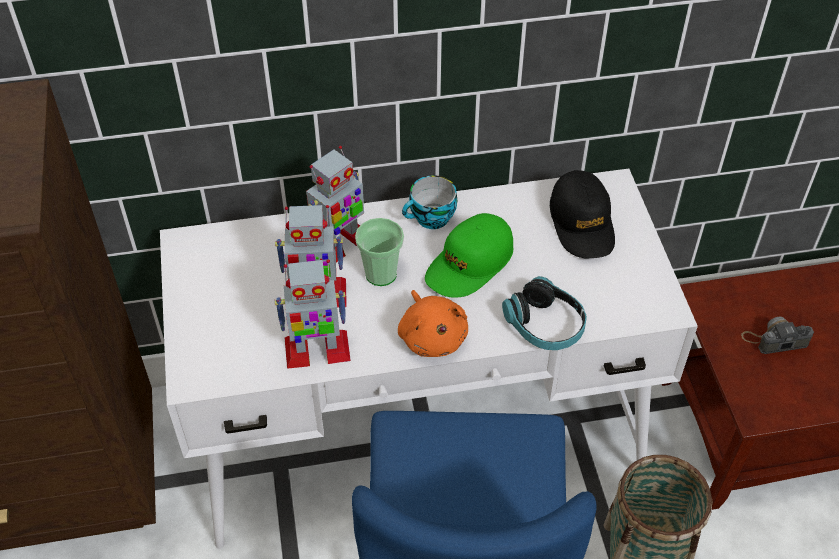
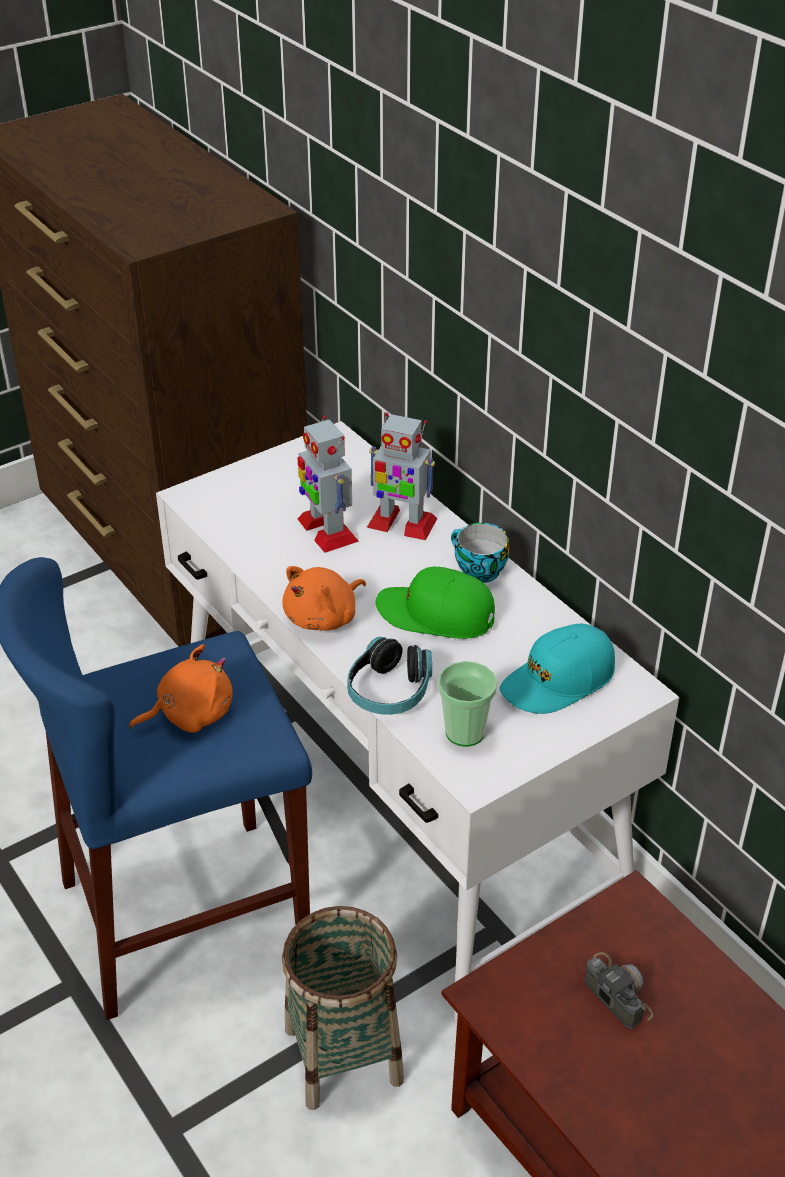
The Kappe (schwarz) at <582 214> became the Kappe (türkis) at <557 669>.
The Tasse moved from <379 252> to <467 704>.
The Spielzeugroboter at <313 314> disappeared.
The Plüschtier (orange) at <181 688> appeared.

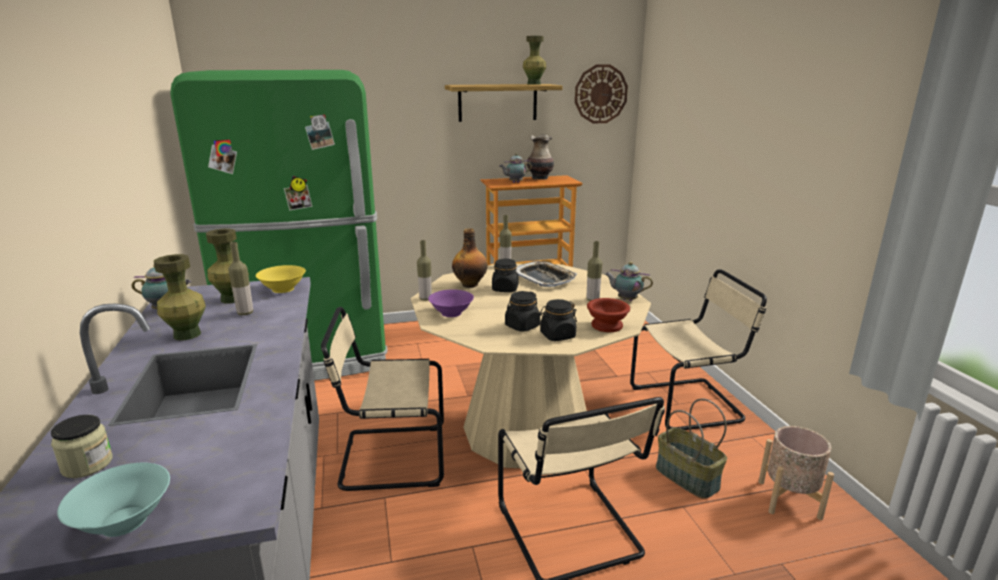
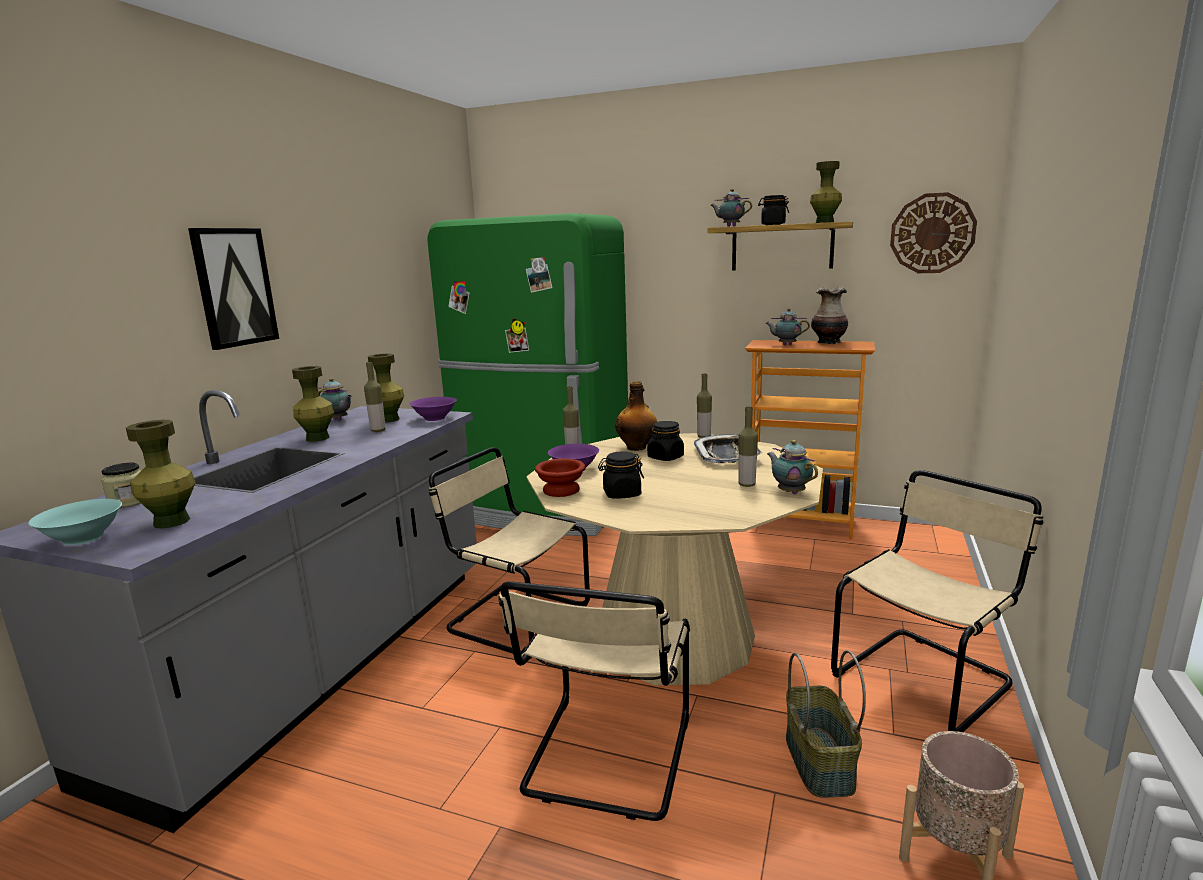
The Schüssel (gelb) at <281 279> became the Schüssel (lila) at <433 409>.
The Stuhl (beige) at <698 349> turned 60 degrees counterclockwise.
The Schüssel (braun) moved from <608 315> to <560 477>.
The Vorratsglas (schwarz) moved from <558 320> to <773 210>.
The Teekanne at <731 208> appeared.
The Bild at <233 289> appeared.
The Vase (grün) at <161 474> appeared.

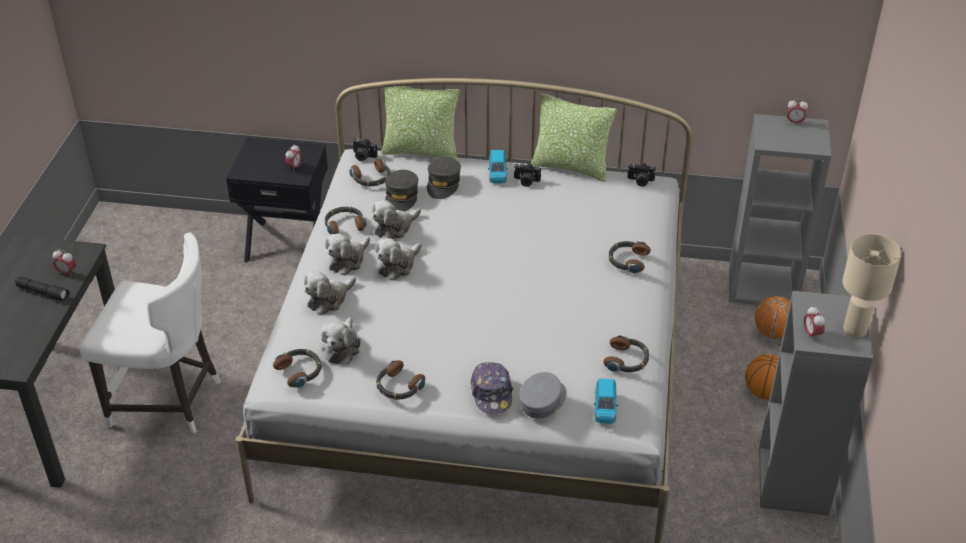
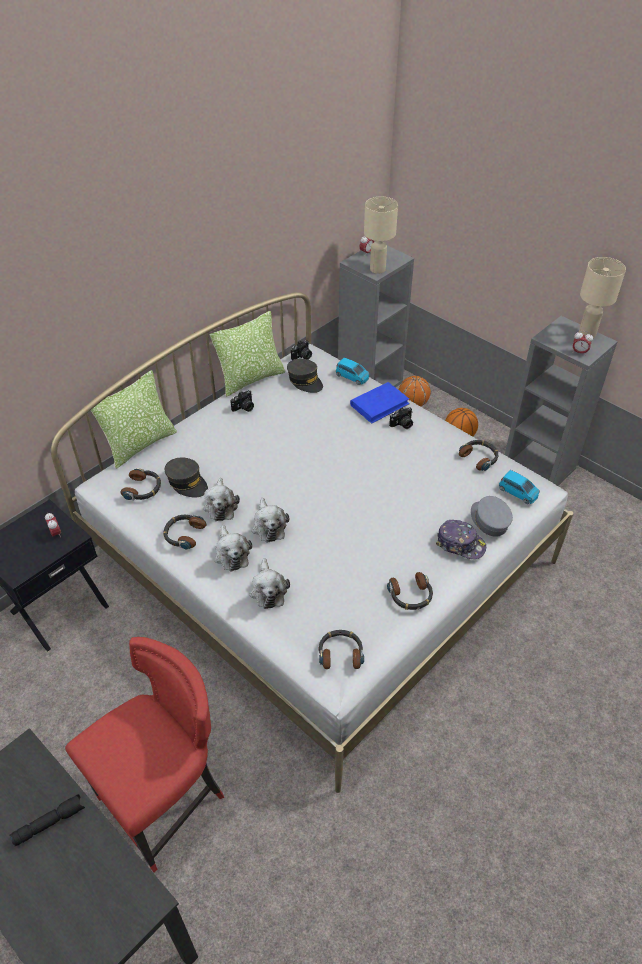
The Kamera moved from <365 149> to <401 418>.
The Spielzeugauto (blau) moved from <498 166> to <353 371>.
The Kappe (grau) moved from <444 178> to <305 376>.
The Stuhl (weiß) at <150 332> became the Stuhl (rot) at <144 754>.
The Kopfhörer at <630 257> was replaced by the Buch (blau) at <380 403>.
The Wecker at <64 263> disappeared.
The Plüschtier at <341 340> disappeared.
The Tischlampe (beige) at <381 235> appeared.

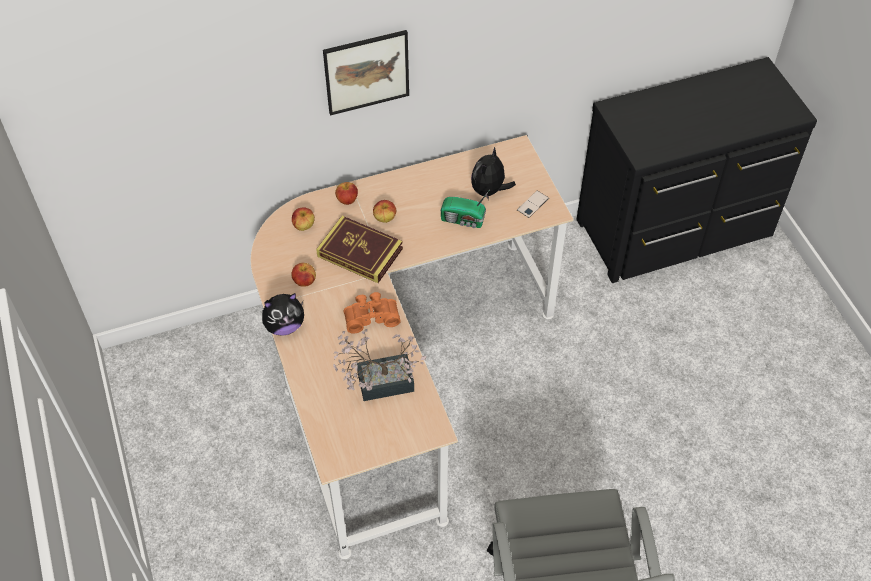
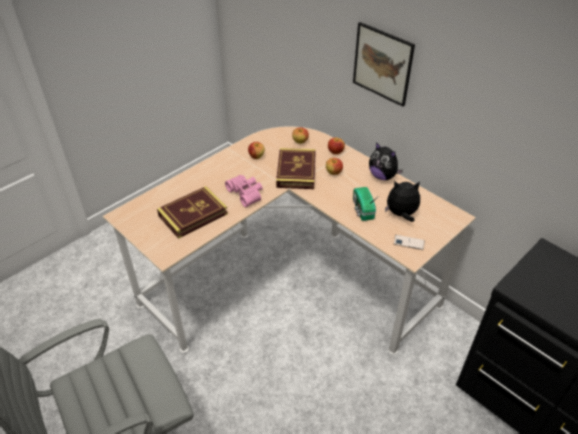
The Fernglas (orange) at <372 313> became the Fernglas (rosa) at <244 191>.
The Plüschtier moved from <283 314> to <386 161>.
The Topfpflanze at <379 365> was replaced by the Buch at <192 212>.

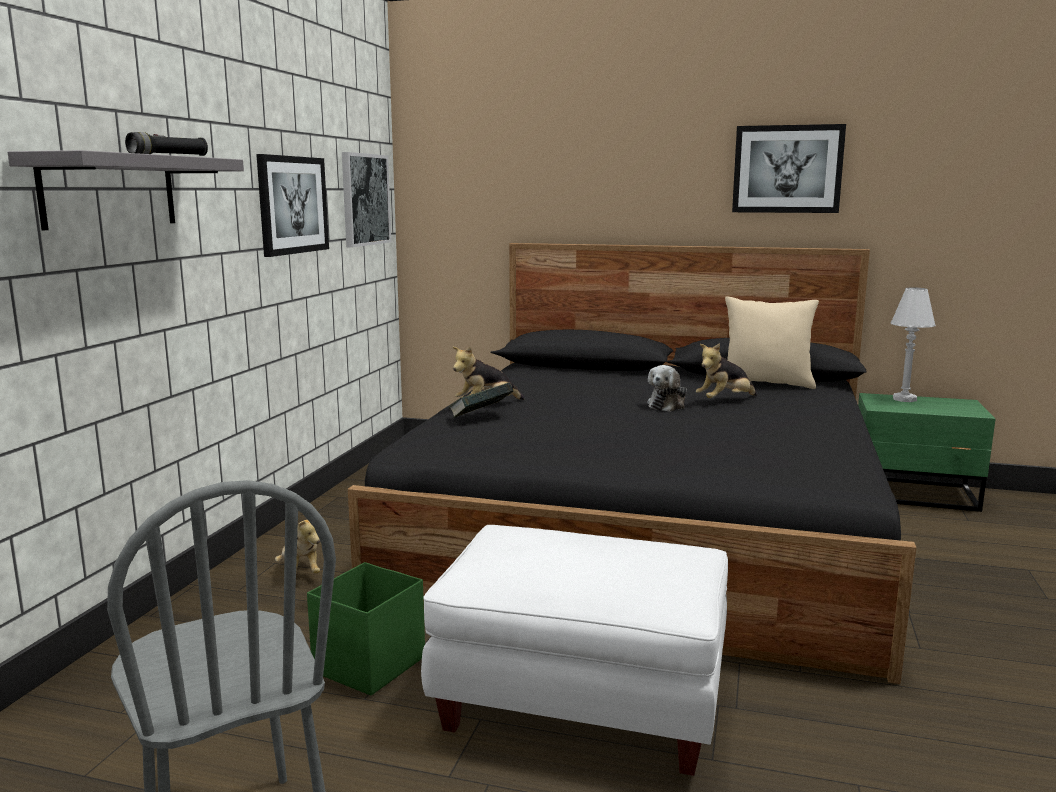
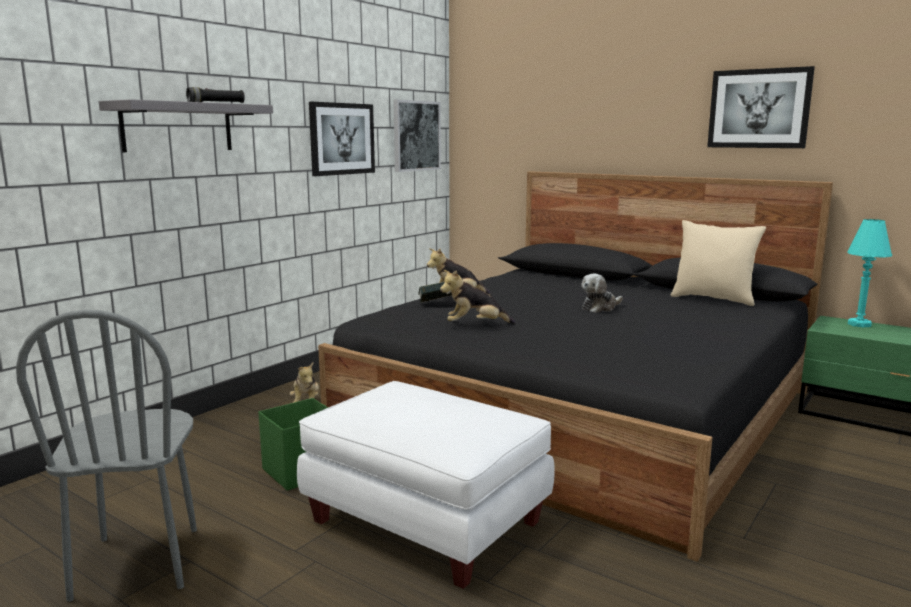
The Tischlampe (weiß) at <913 344> became the Tischlampe (türkis) at <869 273>.
The Plüschtier moved from <726 370> to <477 297>.

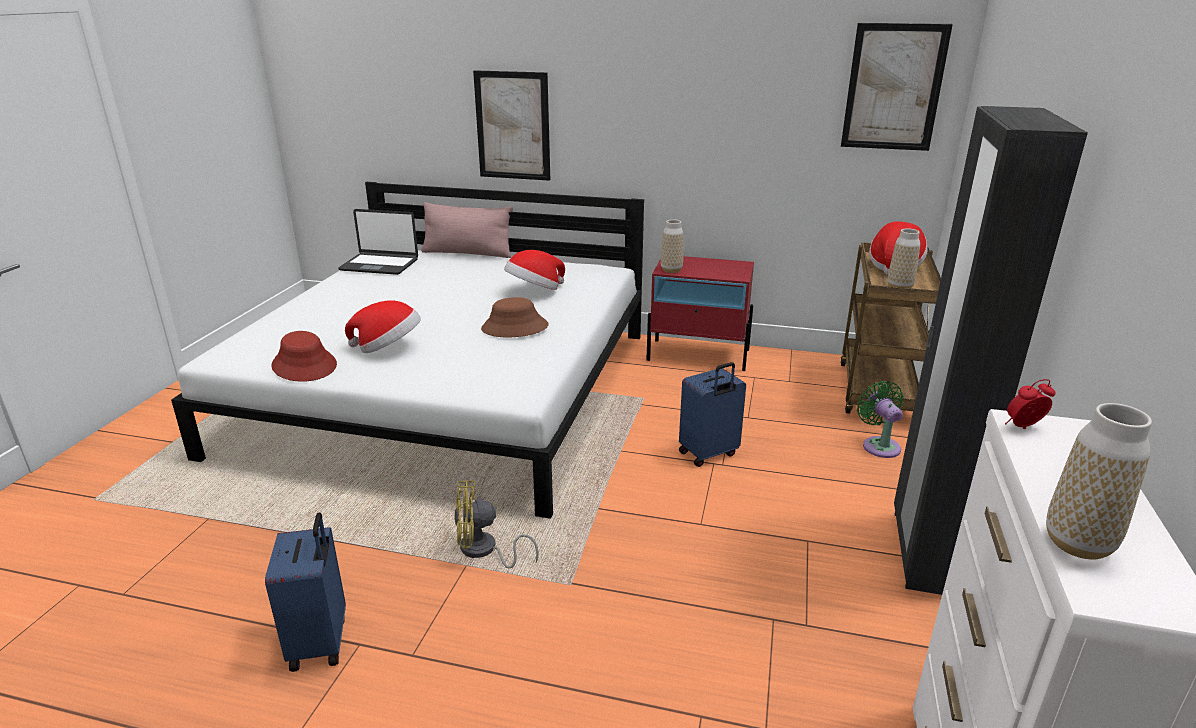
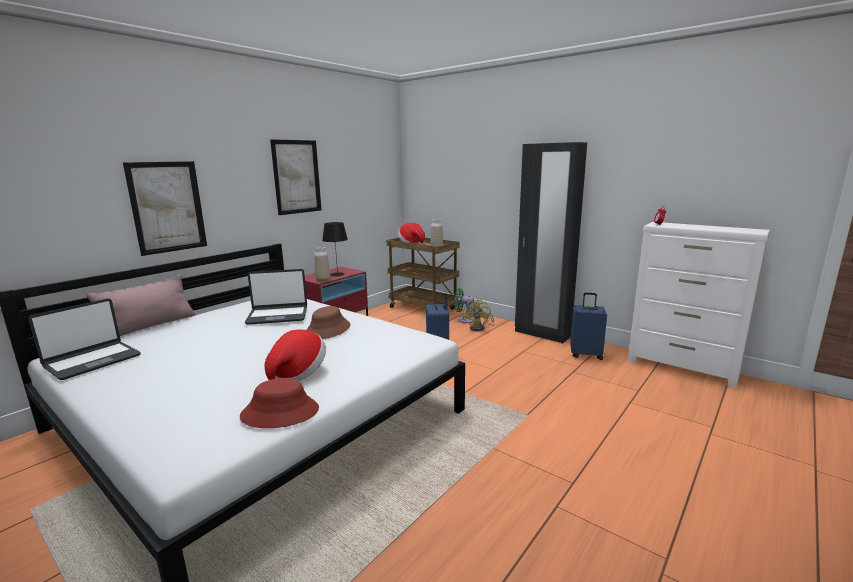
The Bild moved from <897 87> to <296 177>.
The Hut at <534 270> was replaced by the Laptop at <276 297>.
The Vase at <1099 481> disappeared.
The Ventilator (gelb) moved from <496 524> to <478 315>.
The Koffer (blau) moved from <305 592> to <588 326>.
The Tischlampe (schwarz) at <335 249> appeared.

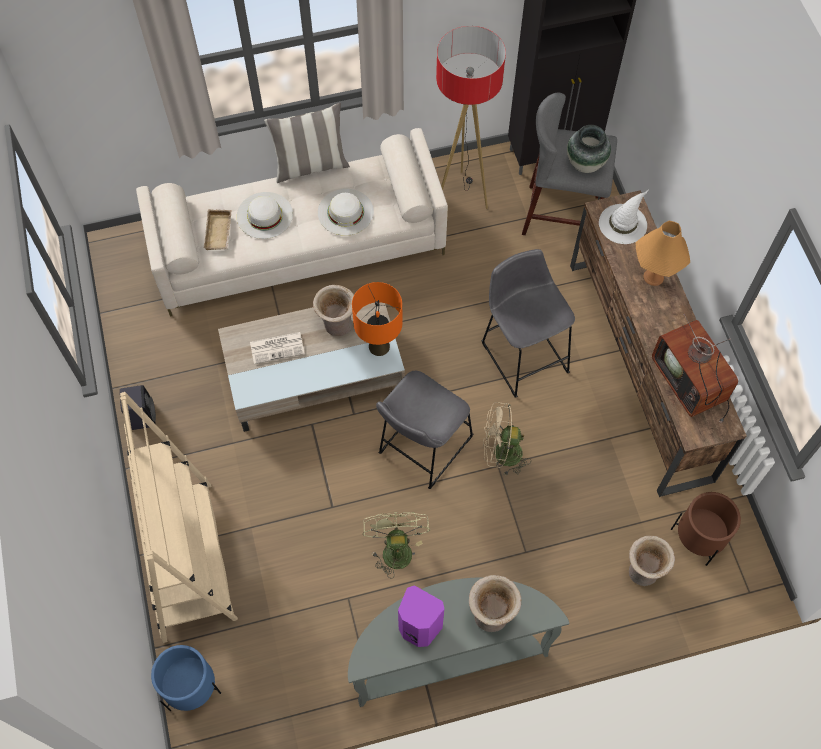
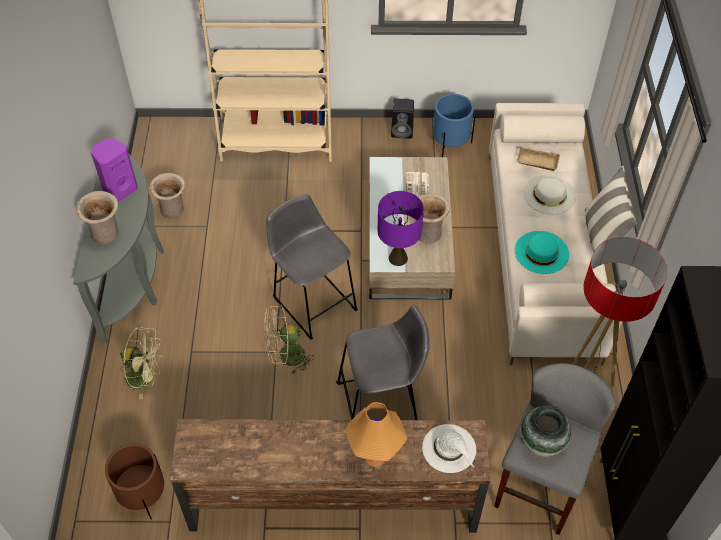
The Hut (weiß) at <346 212> became the Hut (türkis) at <542 252>.
The Tischlampe (orange) at <377 319> became the Tischlampe (lila) at <400 228>.
The Fernseher at <695 368> disappeared.
The Ventilator (beige) at <507 439> turned 120 degrees counterclockwise.
The Ventilator (grün) moved from <397 545> to <141 363>.
The Vase (beige) moved from <652 561> to <167 196>.
The Pflanzkübel (blau) moved from <186 678> to <454 125>.

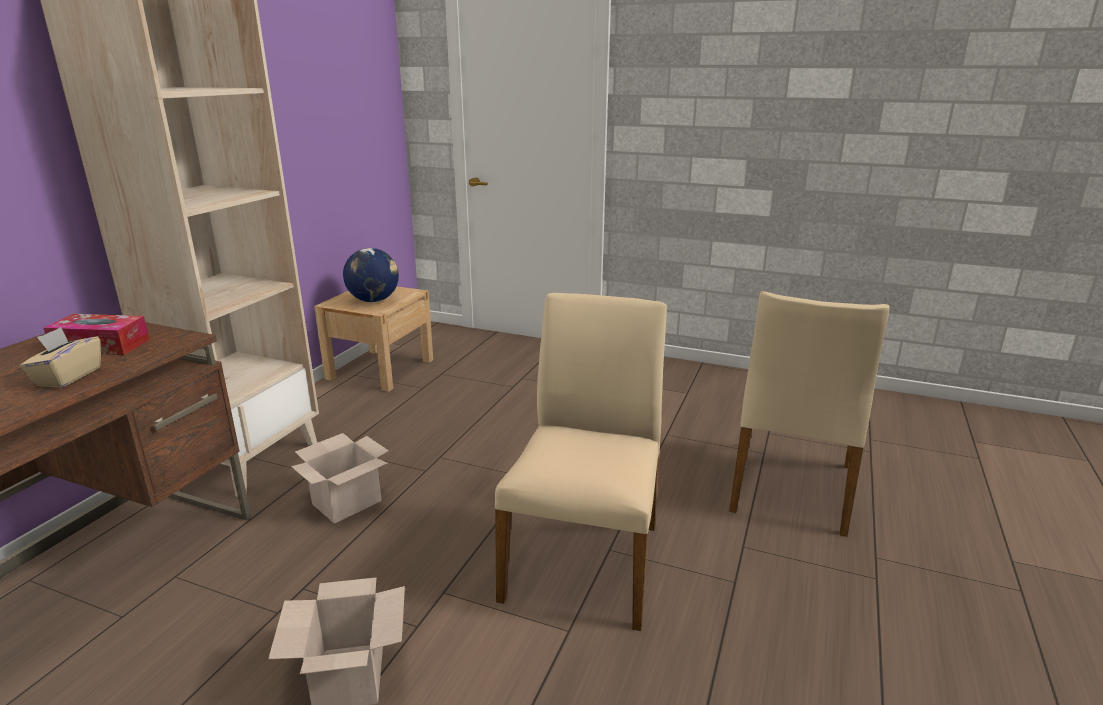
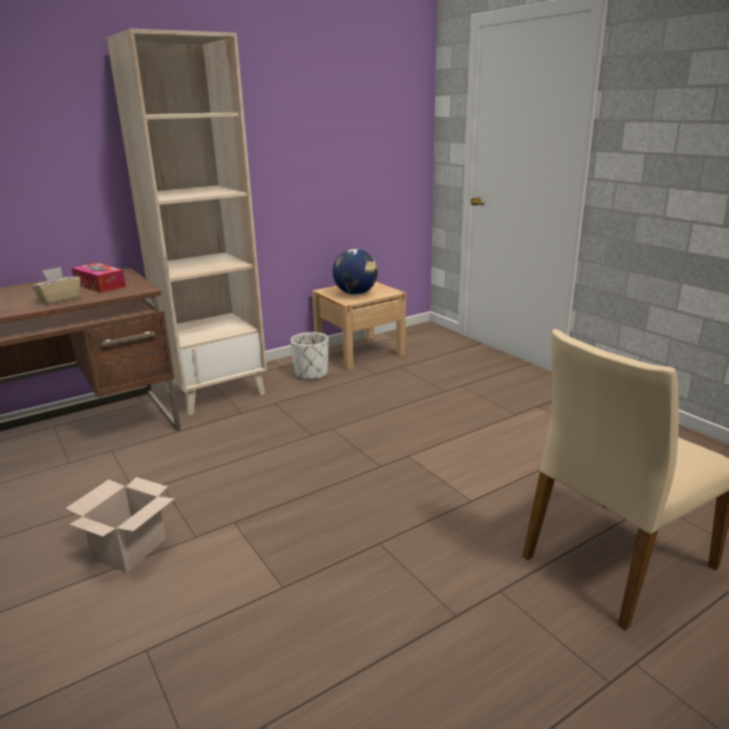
The Stuhl (beige) at <581 462> disappeared.
The Karton at <340 478> disappeared.
The Pflanzkübel (weiß) at <309 356> appeared.

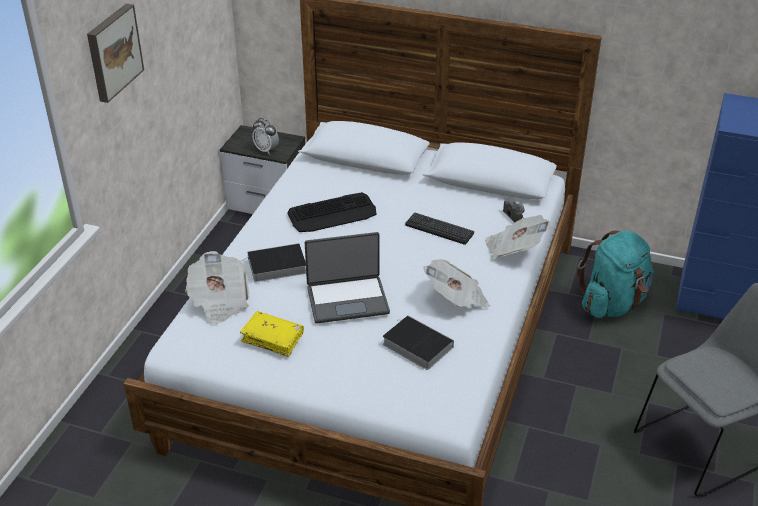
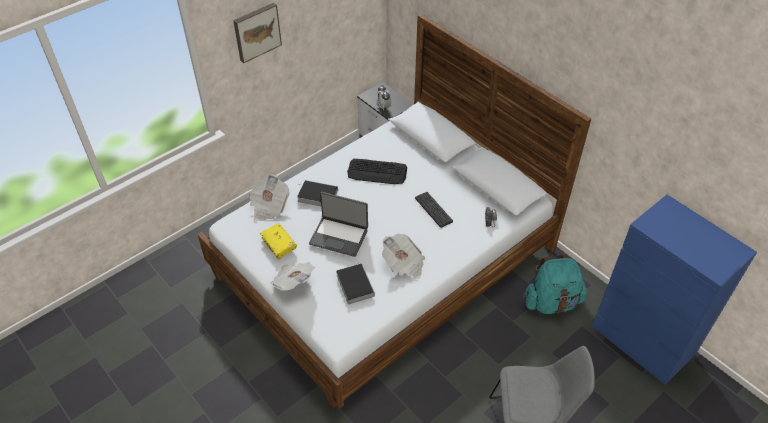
The Zeitung moved from <518 236> to <292 277>.

